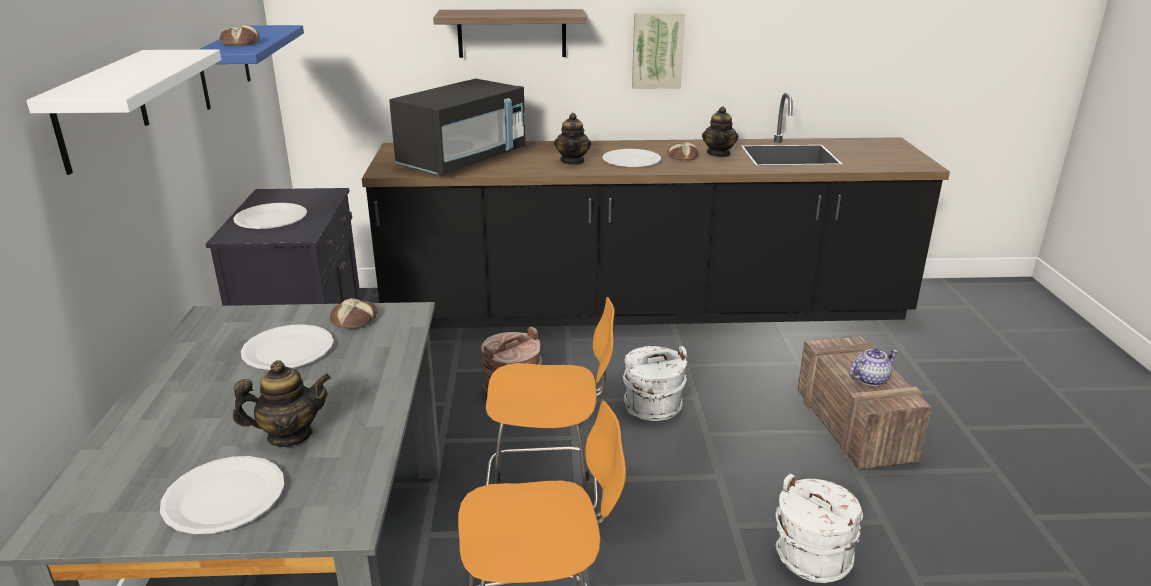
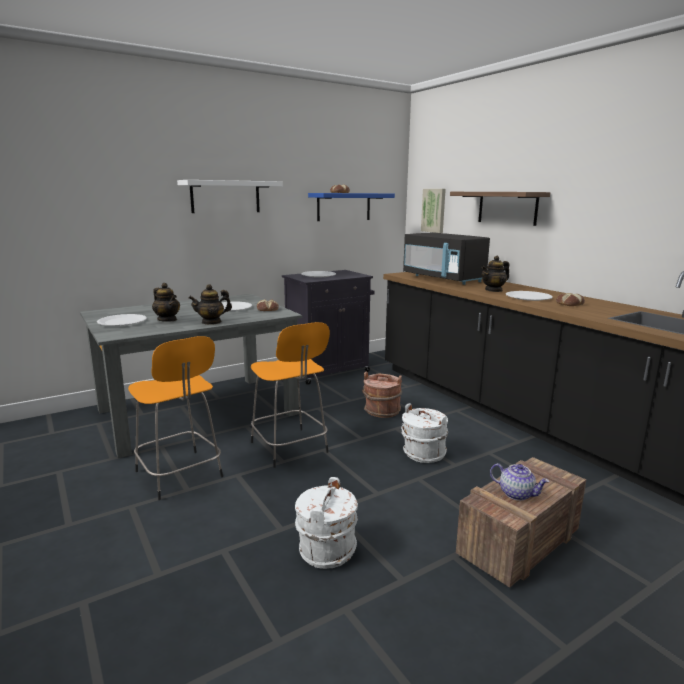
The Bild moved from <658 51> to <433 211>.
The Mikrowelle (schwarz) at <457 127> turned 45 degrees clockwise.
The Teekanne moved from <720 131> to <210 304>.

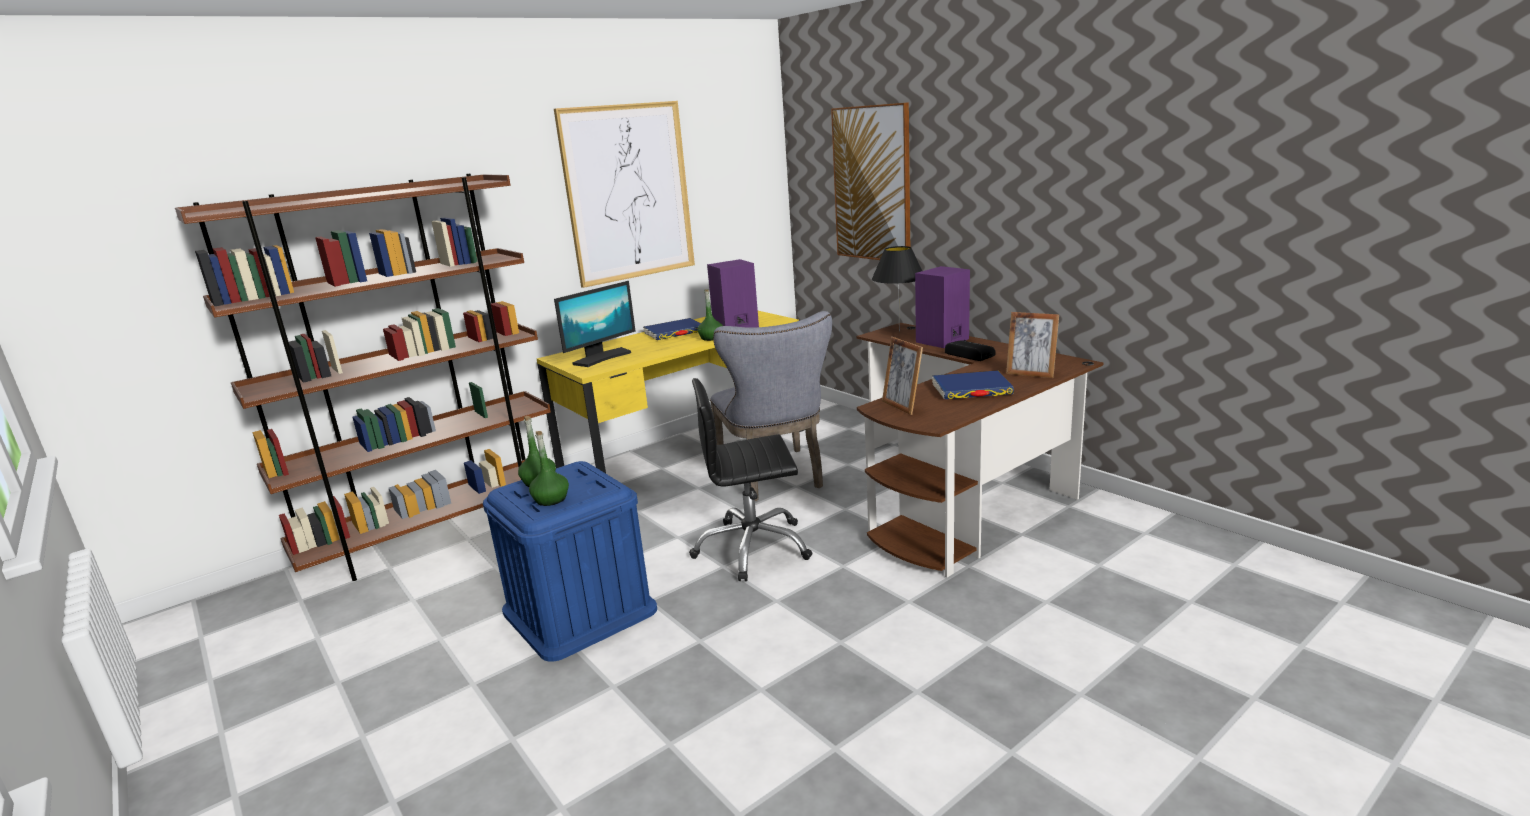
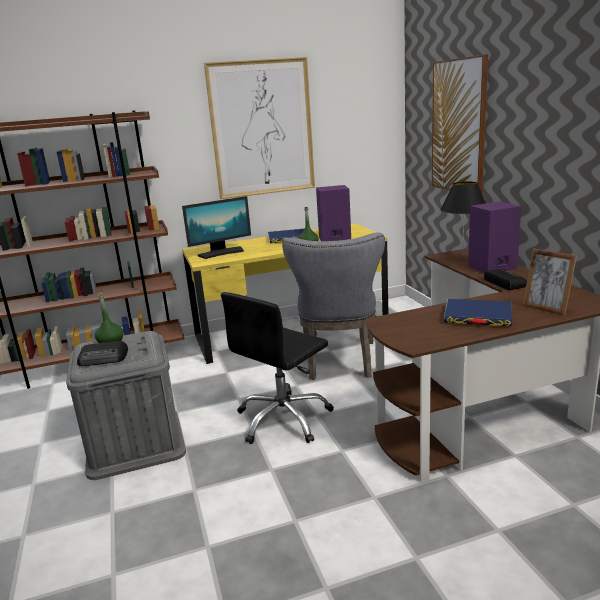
The Bilderrahmen at <902 376> disappeared.
The Bürostuhl (schwarz) at <750 479> turned 60 degrees counterclockwise.
The Flasche (grün) at <549 468> was replaced by the Radio at <102 353>.
The Aufbewahrungsbox (blau) at <570 561> became the Aufbewahrungsbox (grau) at <126 405>.

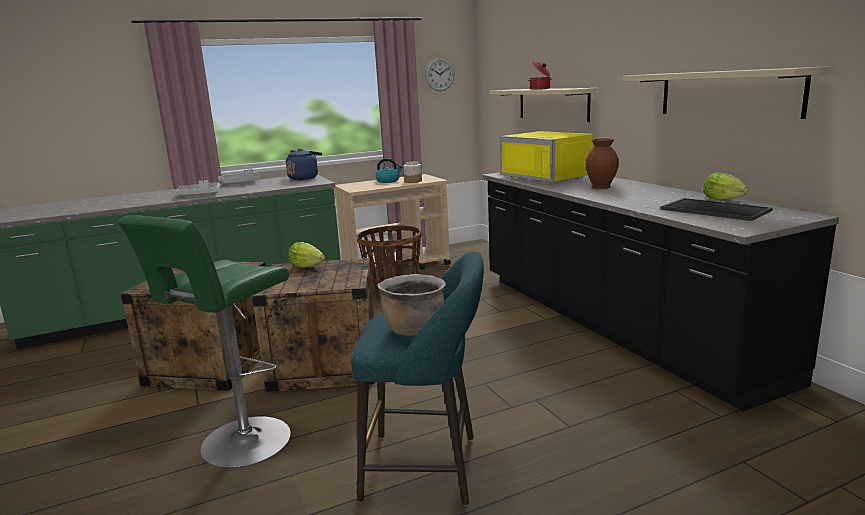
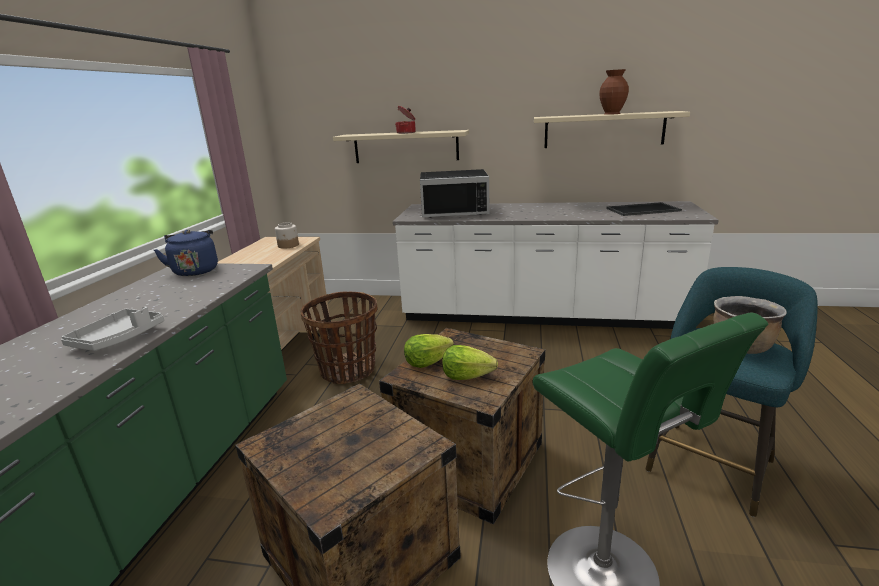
The Wanduhr at <439 74> disappeared.
The Mikrowelle (gelb) at <546 157> became the Mikrowelle (schwarz) at <455 193>.
The Vase (braun) moved from <602 163> to <614 92>.
The Wasserkessel at <389 170> disappeared.
The Tablett (grau) at <239 176> disappeared.
The Küchenzeile (schwarz) at <661 292> became the Küchenzeile (weiß) at <556 265>.
The Salatkopf moved from <726 186> to <470 362>.

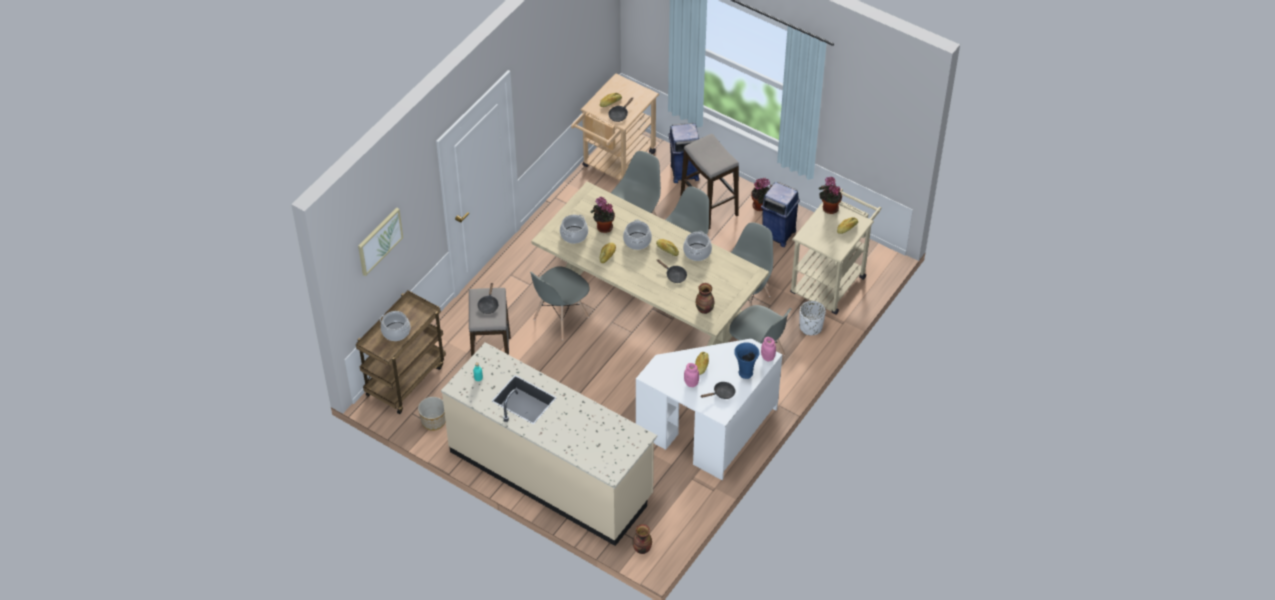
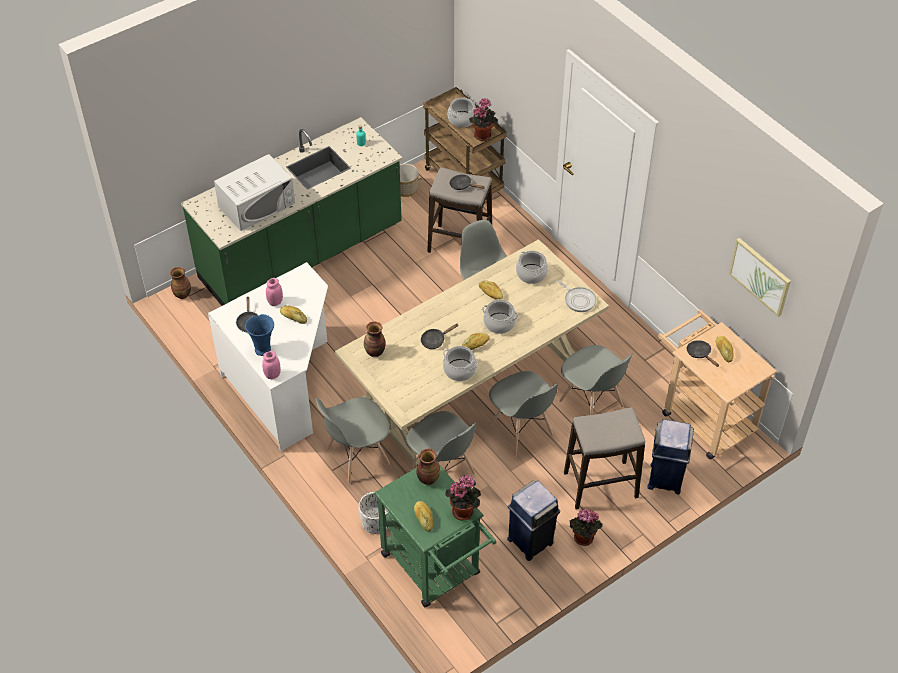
The Rollwagen (beige) at <835 252> became the Rollwagen (grün) at <435 536>.
The Topfpflanze moved from <602 215> to <483 119>.
The Bild moved from <380 242> to <760 277>.
The Küchenzeile (beige) at <549 444> became the Küchenzeile (grün) at <292 211>.
The Mikrowelle (weiß) at <254 192> appeared.
The Pfanne at <576 296> appeared.
The Vase at <428 466> appeared.

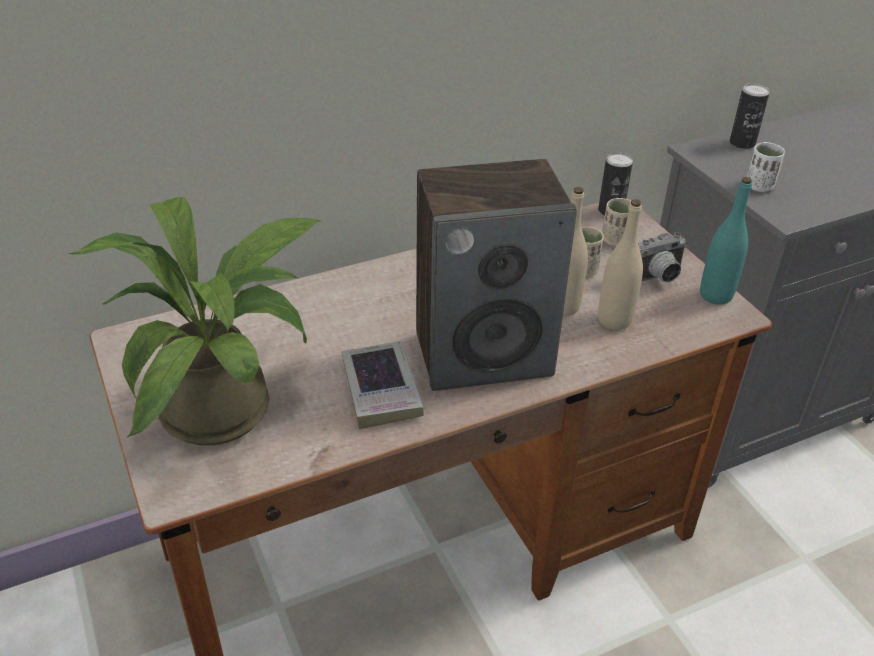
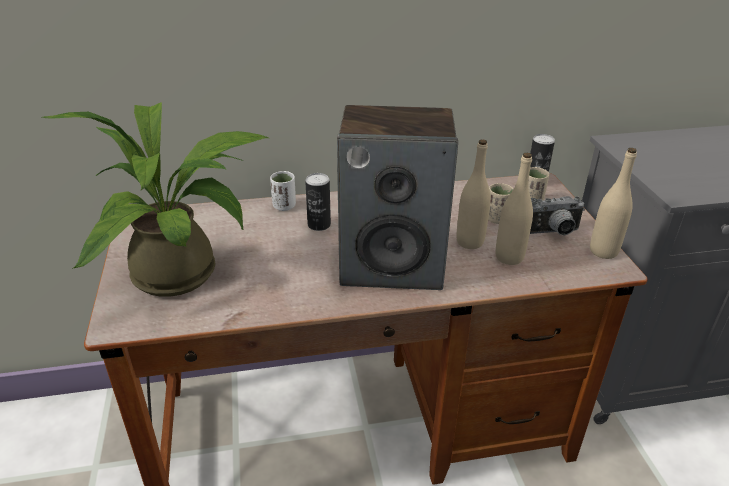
The Dose moved from <750 116> to <318 202>.
The Tasse (weiß) moved from <765 167> to <283 191>.
The Flasche (türkis) at <726 241> became the Flasche (beige) at <613 203>.
The Buch at <382 385> disappeared.

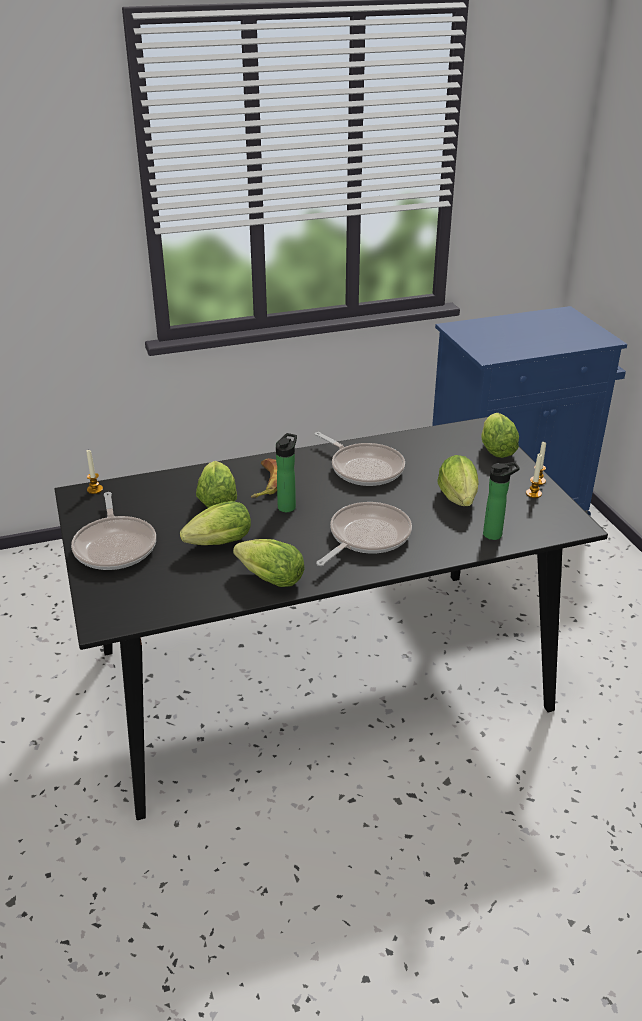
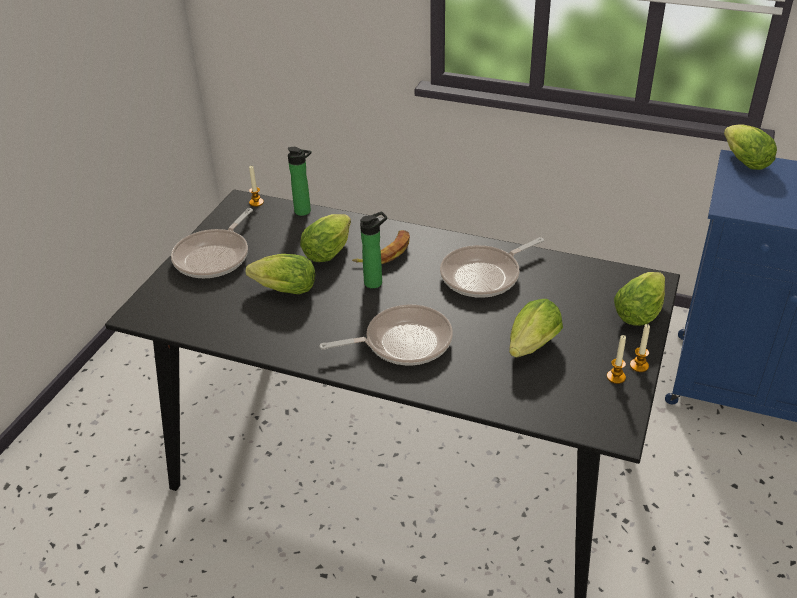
The Pfanne at <359 459> turned 60 degrees clockwise.
The Flasche moved from <501 501> to <300 181>.
The Salatkopf moved from <269 563> to <750 147>.

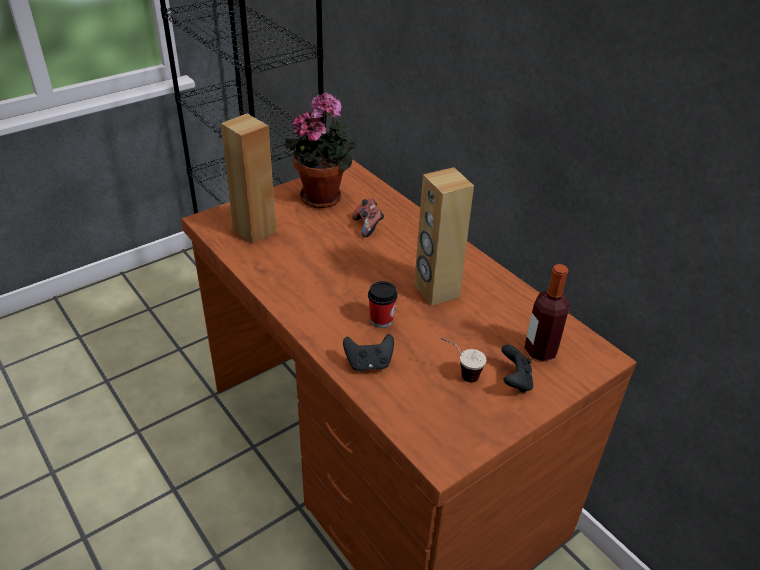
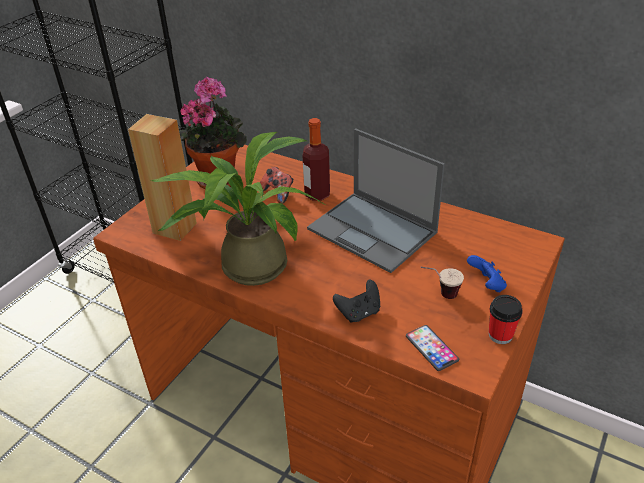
The Lautsprecher (braun) at <444 236> was replaced by the Laptop at <376 200>.
The Flasche moved from <547 312> to <316 159>.
The Tasse moved from <383 304> to <506 319>.
The Gamepad (schwarz) at <517 368> became the Gamepad (blau) at <487 274>.
The Topfpflanze at <237 209> appeared.
The Handy at <432 348> appeared.

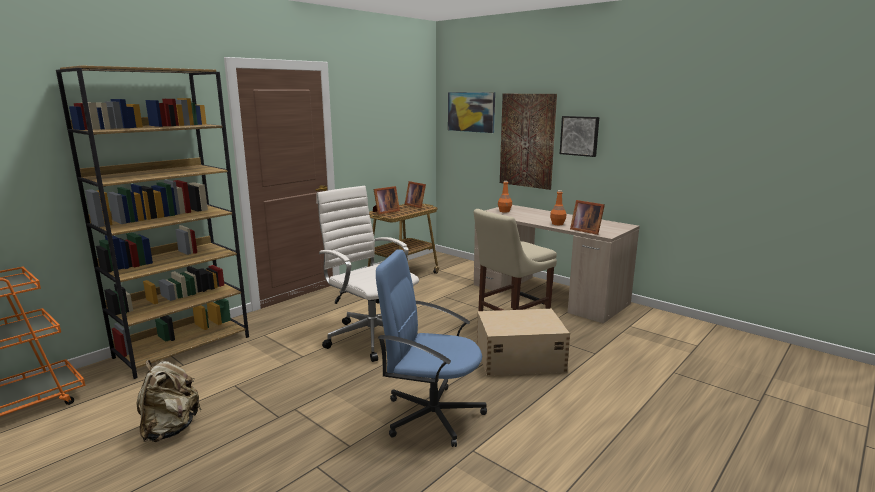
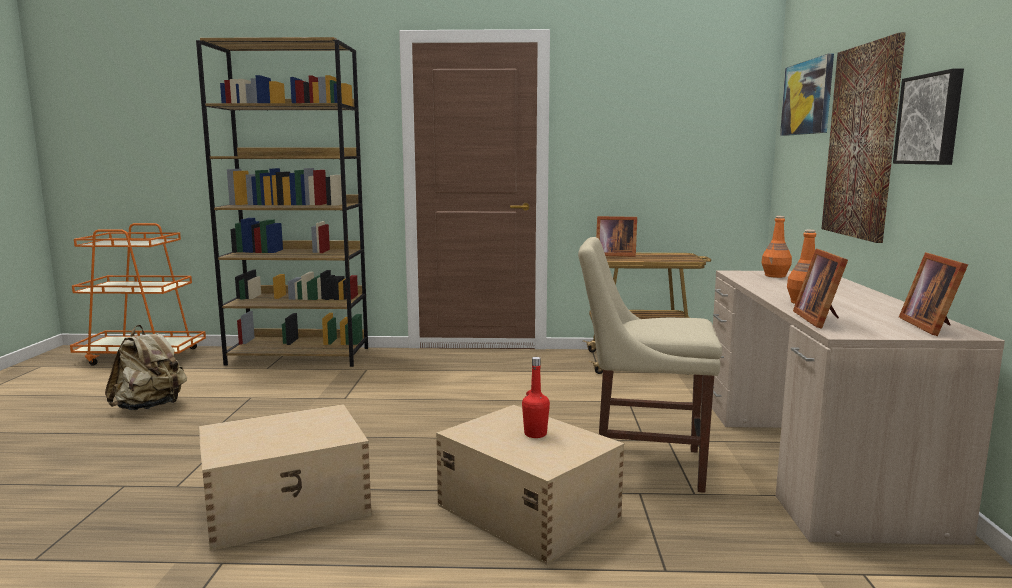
The Bilderrahmen moved from <415 194> to <933 294>.
The Bürostuhl (weiß) at <367 274> disappeared.
The Bürostuhl (blau) at <431 348> was replaced by the Aufbewahrungsbox (beige) at <285 477>.
The Flasche (rot) at <536 397> appeared.

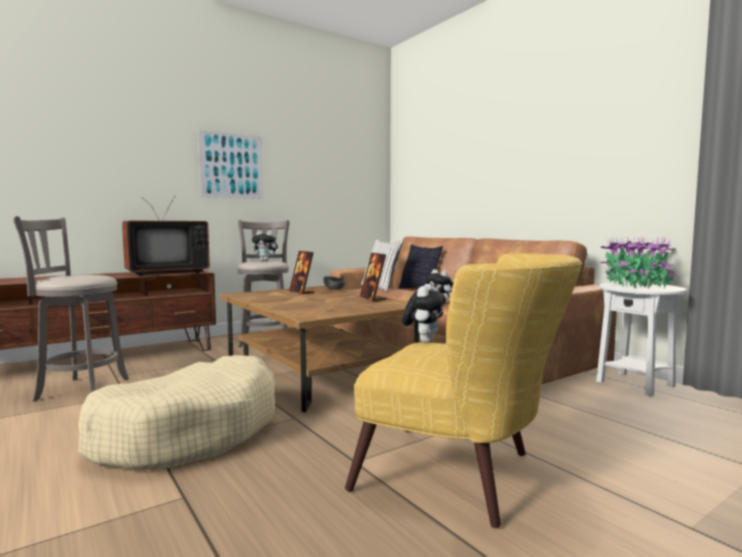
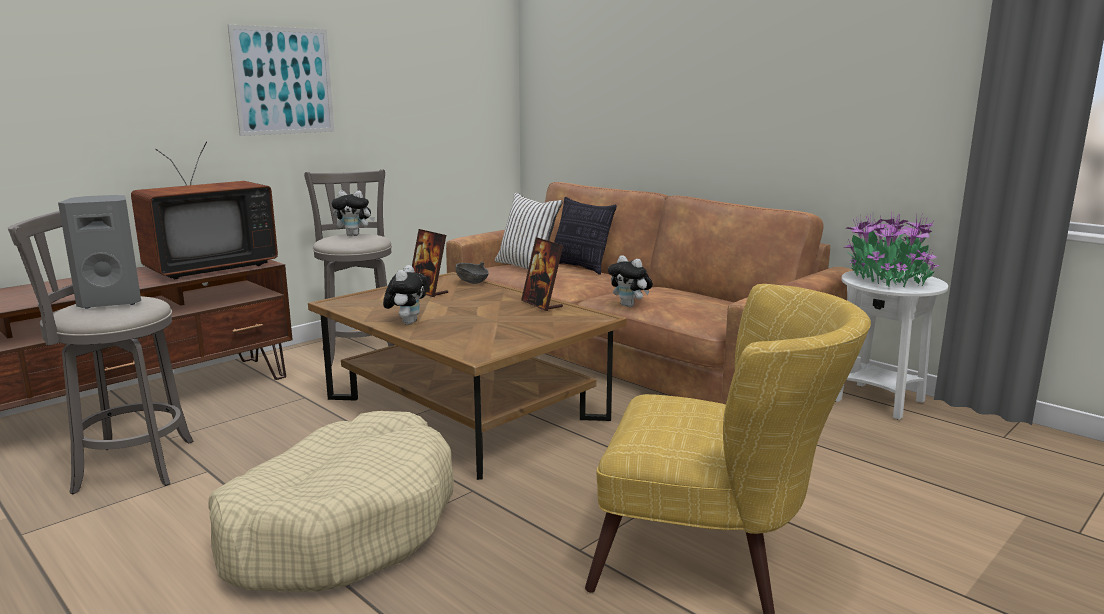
The Plüschtier moved from <424 313> to <405 295>.
The Lautsprecher (grau) at <99 252> appeared.

